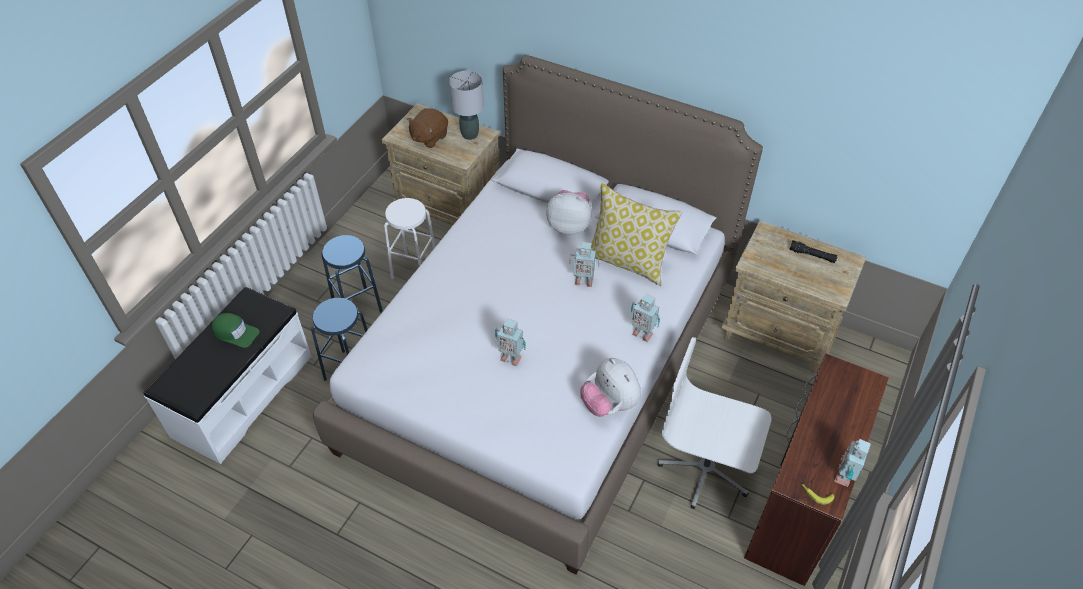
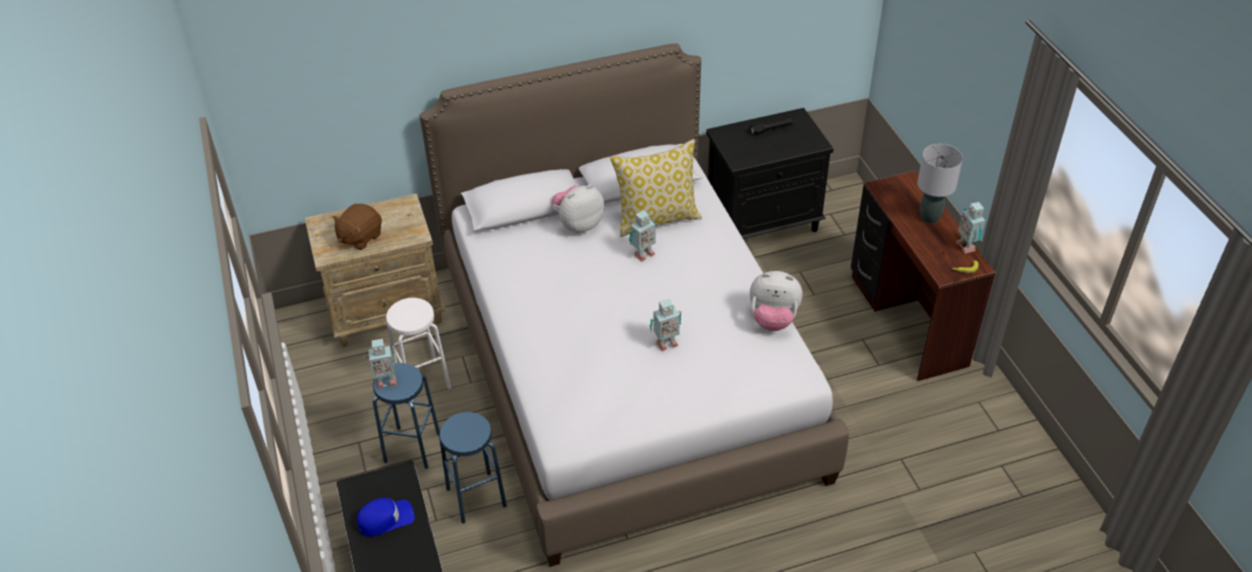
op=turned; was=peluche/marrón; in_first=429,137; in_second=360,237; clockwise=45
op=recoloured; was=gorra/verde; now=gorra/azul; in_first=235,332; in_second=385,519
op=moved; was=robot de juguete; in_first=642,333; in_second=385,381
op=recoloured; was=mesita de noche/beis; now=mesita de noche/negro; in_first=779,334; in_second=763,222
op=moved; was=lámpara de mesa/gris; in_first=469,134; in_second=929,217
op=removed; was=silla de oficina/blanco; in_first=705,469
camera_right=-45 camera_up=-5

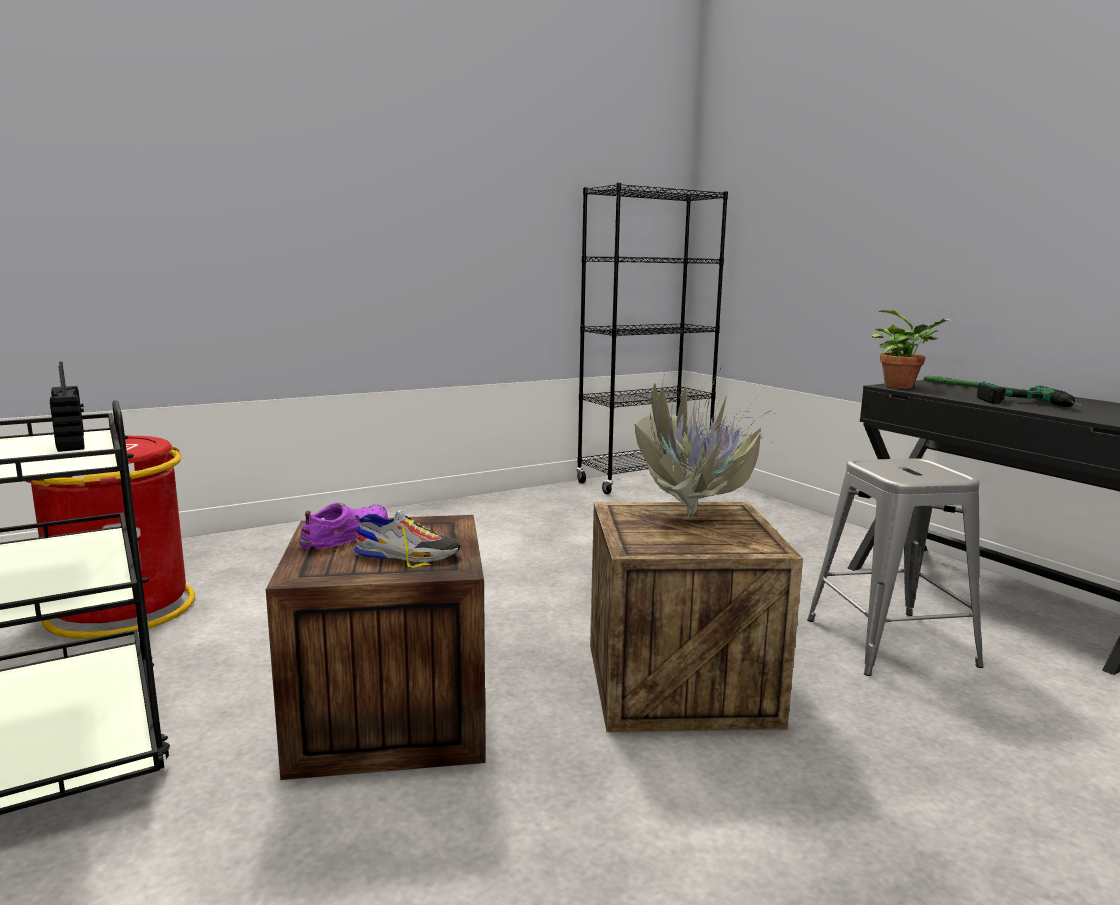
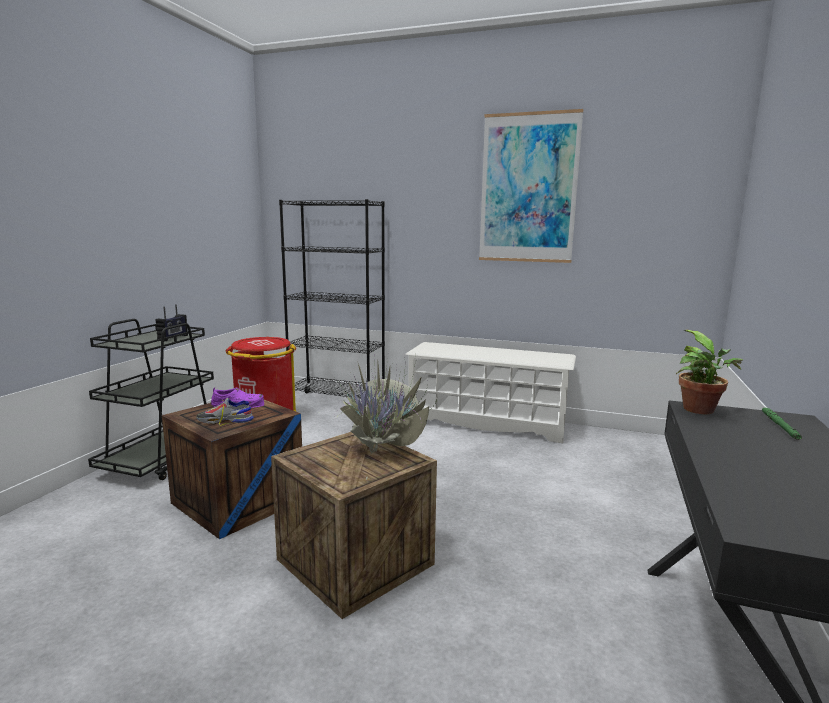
op=turned; was=zapato; in_first=407,555; in_second=225,420; clockwise=120
op=moved; was=estantería/negro; in_first=644,480; in_second=337,402
op=added; now=zapatero/blanco; in_second=487,423
op=added; now=cuadro; in_second=528,189
op=removed; was=taburete/gris; in_first=890,642
op=removed; was=taladro; in_first=1029,405
camera_right=50 camera_up=0

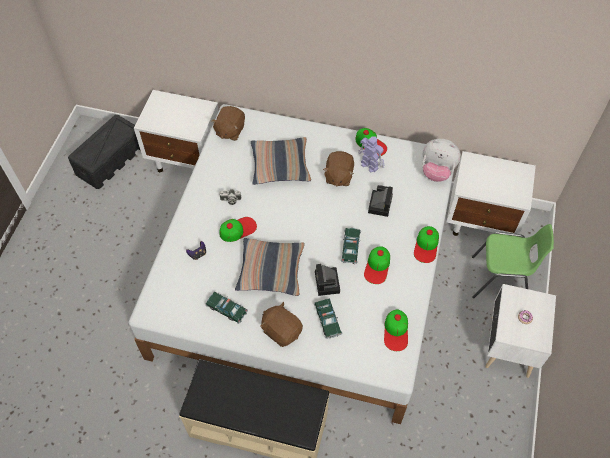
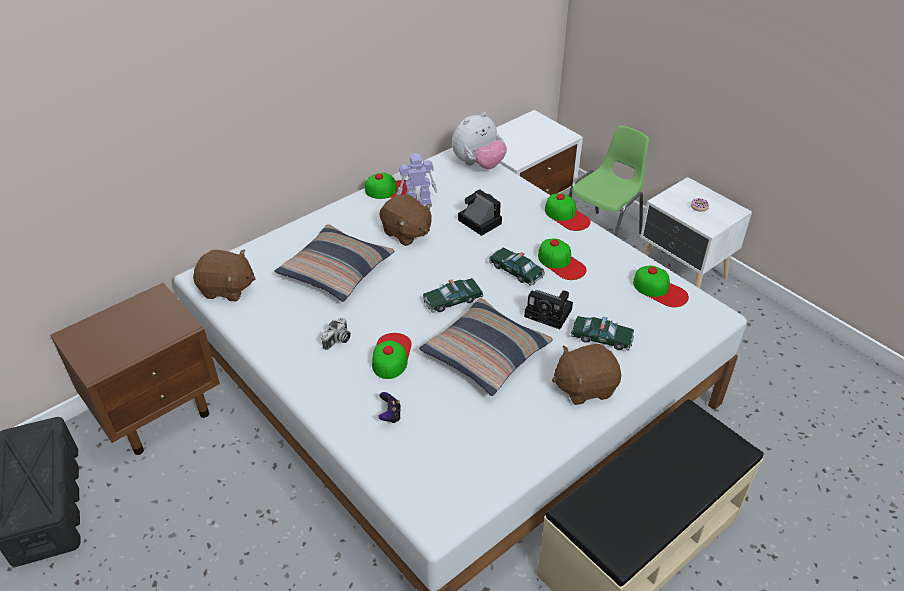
op=recoloured; was=mesita de noche/blanco; now=mesita de noche/marrón; in_first=187,159; in_second=159,411
op=turned; was=peluche/marrón; in_first=230,130; in_second=227,289; clockwise=-45
op=moved; was=coche de juguete; in_first=226,309; in_second=452,300
camera_right=-55 camera_up=-15

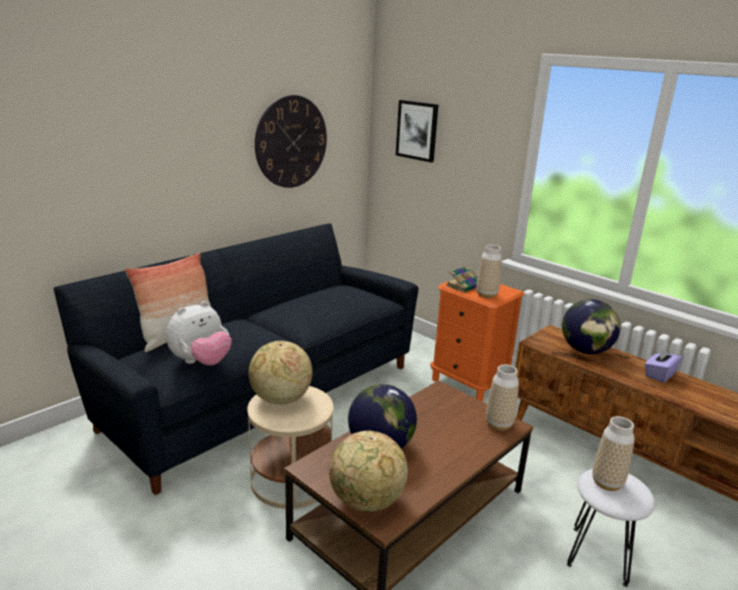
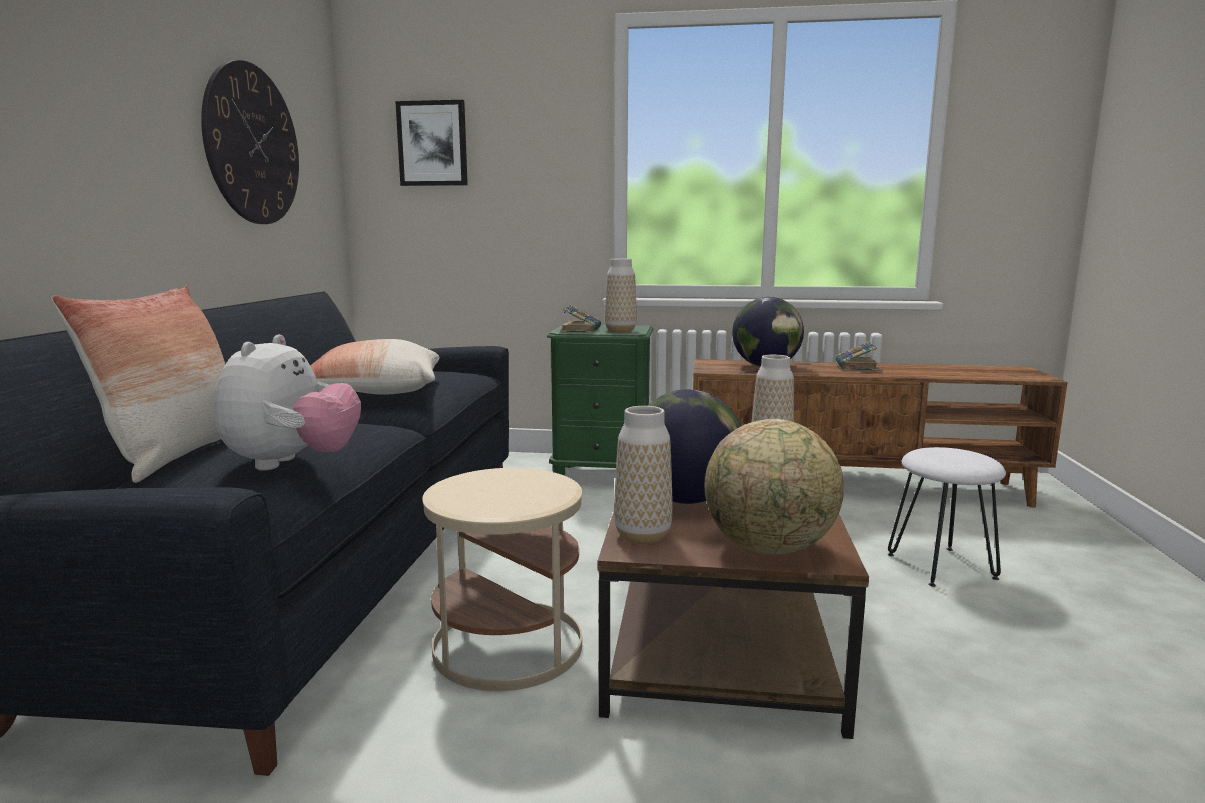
op=added; now=cojín; in_second=374,392
op=recoloured; was=mesita de noche/naranja; now=mesita de noche/verde; in_first=468,383; in_second=602,476
op=moved; was=florero; in_first=607,483; in_second=642,536
op=replaced; was=caja de pañuelos/morado; now=libro; in_first=659,375; in_second=856,367
op=removed; was=globo terráqueo; in_first=280,399
camera_right=-35 camera_up=-10

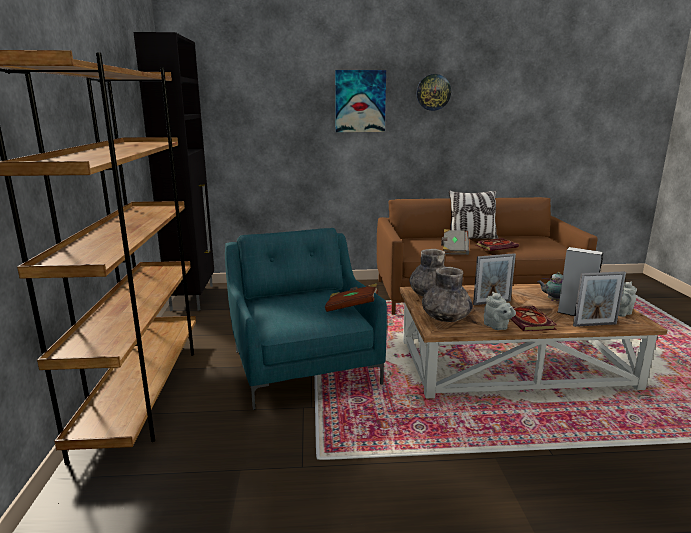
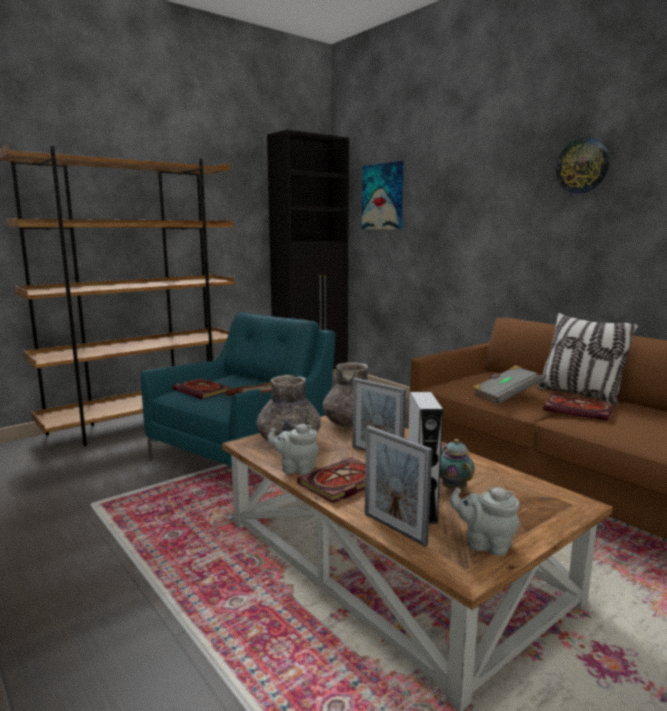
op=added; now=libro; in_second=202,391
op=turned; was=tetera/gris; in_first=497,327; in_second=296,469; clockwise=75
op=moved; was=cuadro; in_first=360,101; in_second=383,196
camera_right=55 camera_up=-5

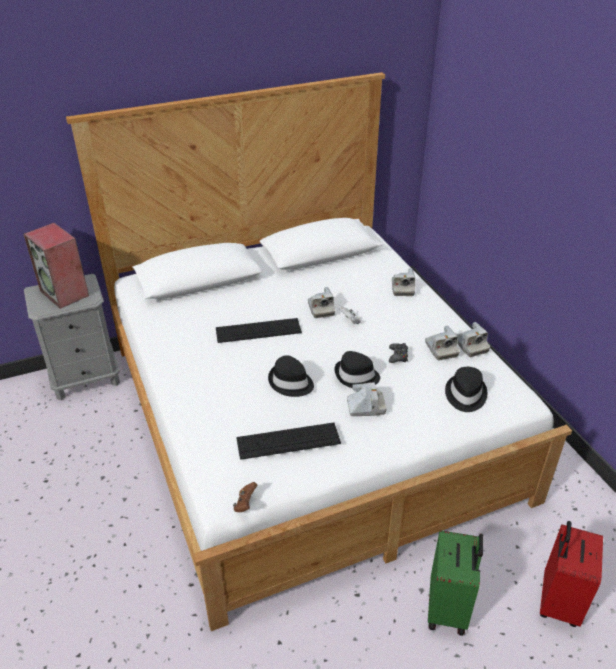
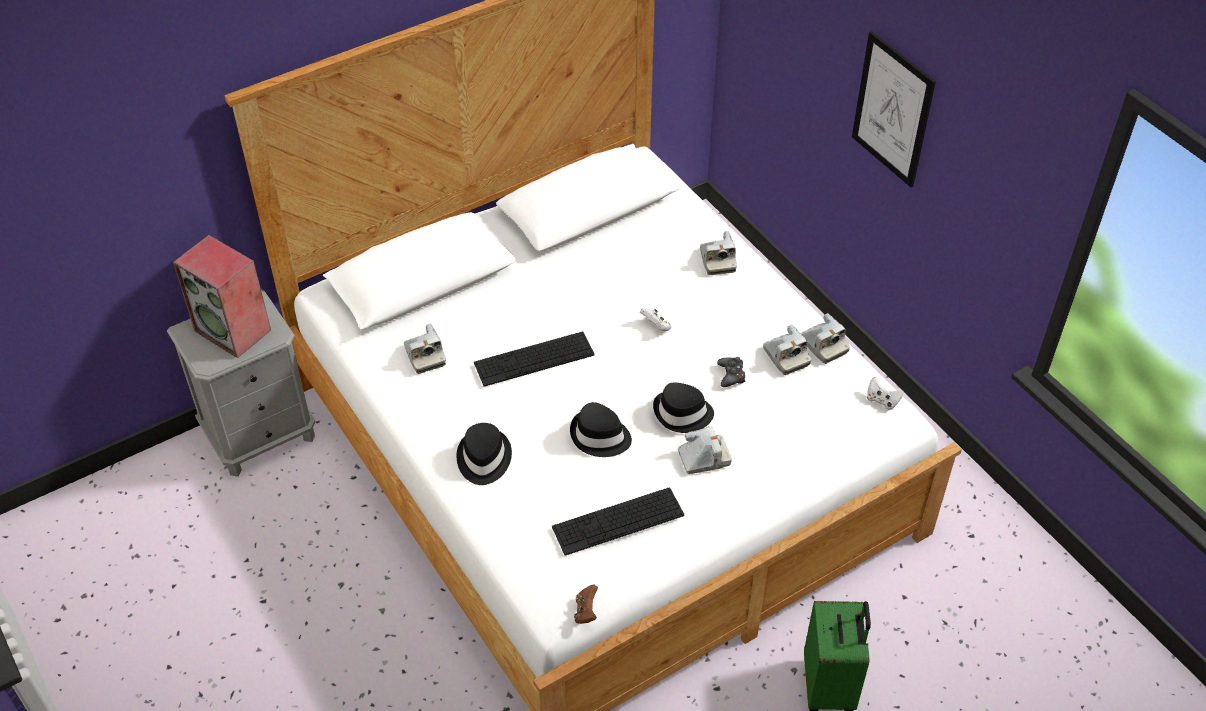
op=moved; was=cámara; in_first=321,309; in_second=425,356
op=moved; was=sombrero/negro; in_first=465,395; in_second=483,459
op=added; now=cuadro; in_second=892,110
op=added; now=mando de consola/blanco; in_second=882,401
op=removed; was=maleta/rojo; in_first=557,601
camera_right=-10 camera_up=10

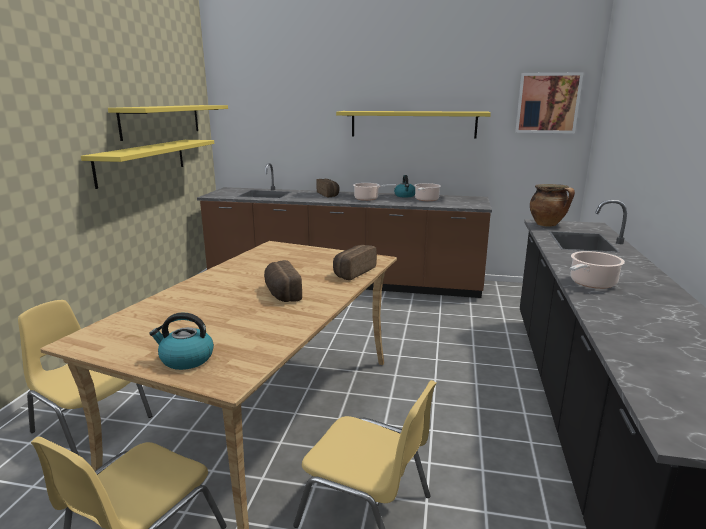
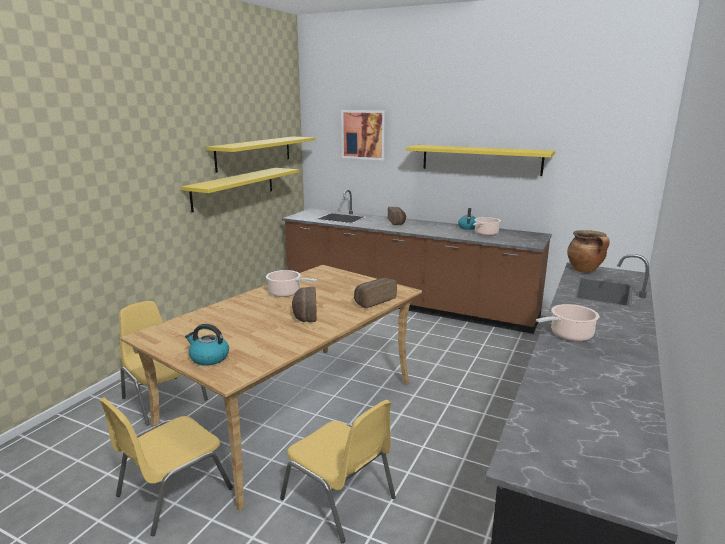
op=moved; was=olla; in_first=368,199; in_second=286,293
op=moved; was=cuadro; in_first=547,103; in_second=363,134
camera_right=15 camera_up=0

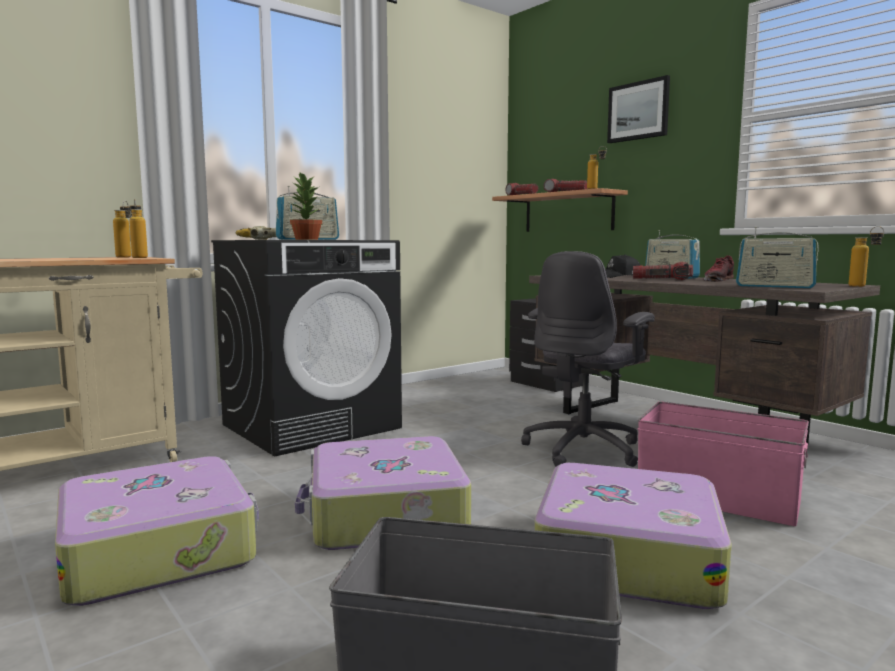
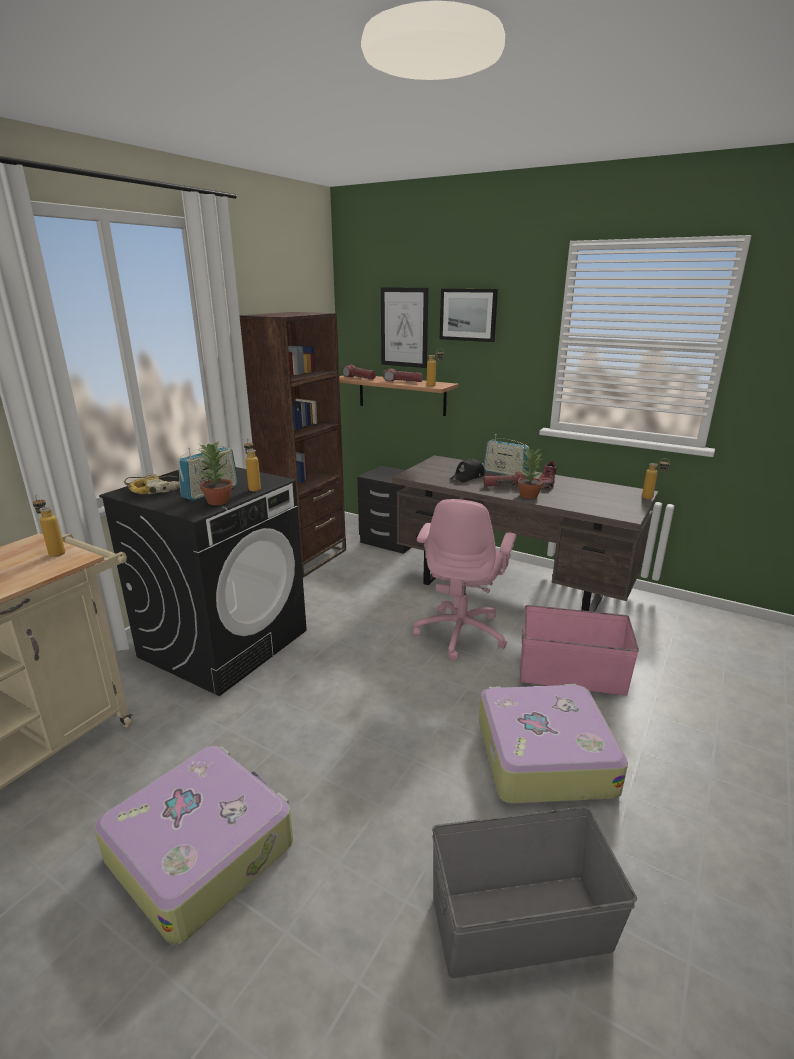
op=added; now=estantería/marrón; in_second=305,558
op=moved; was=botella; in_first=126,257; in_second=253,488
op=added; now=cuadro; in_second=404,327
op=recoloured; was=silla de oficina/gris; now=silla de oficina/rosa; in_first=584,449; in_second=461,632
op=added; now=planta en maceta; in_second=528,495
op=removed; was=maleta; in_first=384,514
op=removed; was=radio; in_first=774,286
camera_right=-20 camera_up=15

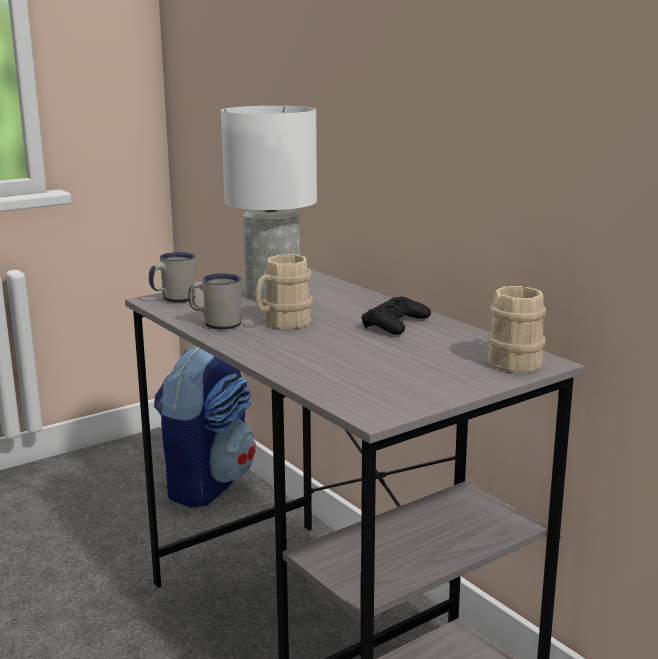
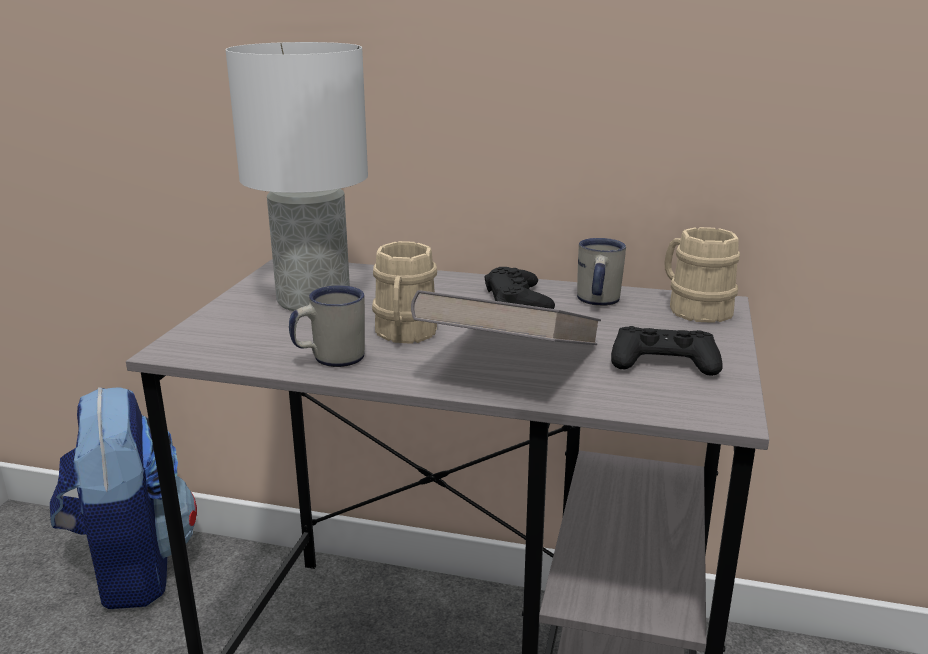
op=added; now=libro/gris; in_second=510,363
op=moved; was=taza grande/blanco; in_first=173,299; in_second=597,302
op=added; now=mando de consola/negro; in_second=664,362
camera_right=-40 camera_up=5

